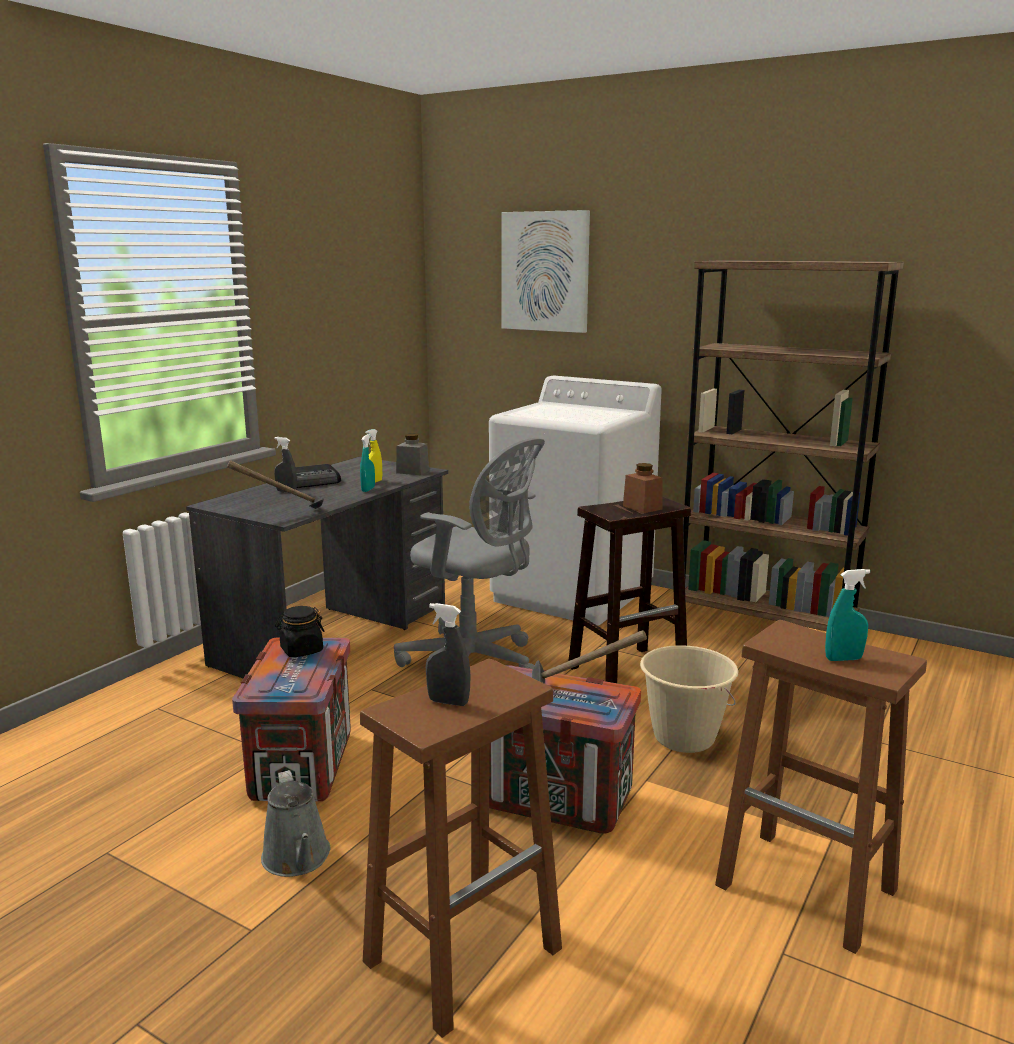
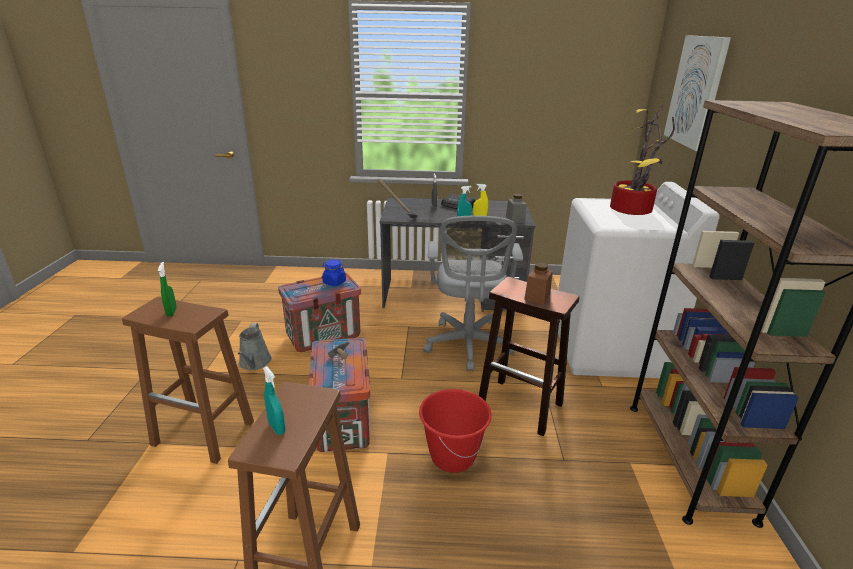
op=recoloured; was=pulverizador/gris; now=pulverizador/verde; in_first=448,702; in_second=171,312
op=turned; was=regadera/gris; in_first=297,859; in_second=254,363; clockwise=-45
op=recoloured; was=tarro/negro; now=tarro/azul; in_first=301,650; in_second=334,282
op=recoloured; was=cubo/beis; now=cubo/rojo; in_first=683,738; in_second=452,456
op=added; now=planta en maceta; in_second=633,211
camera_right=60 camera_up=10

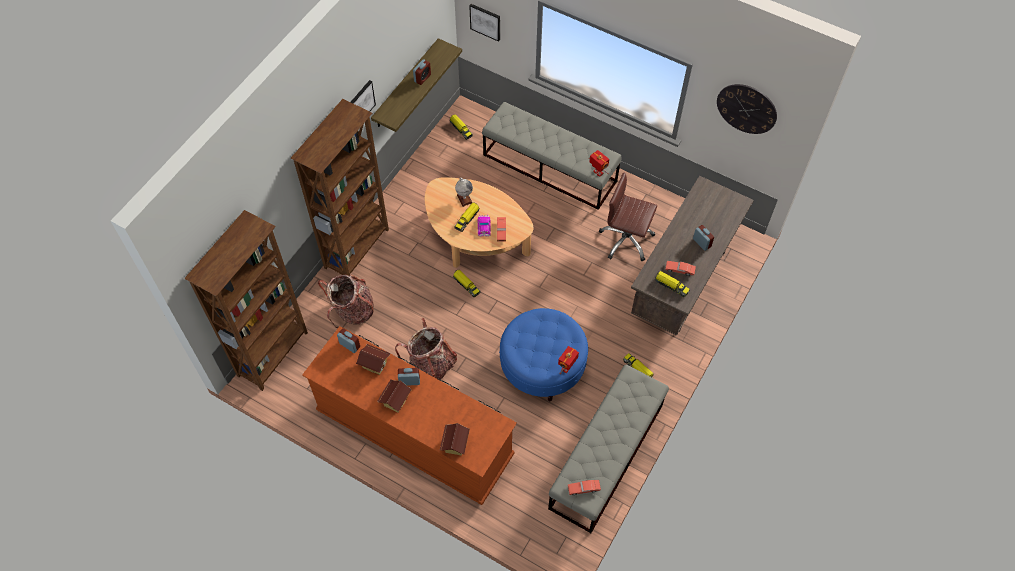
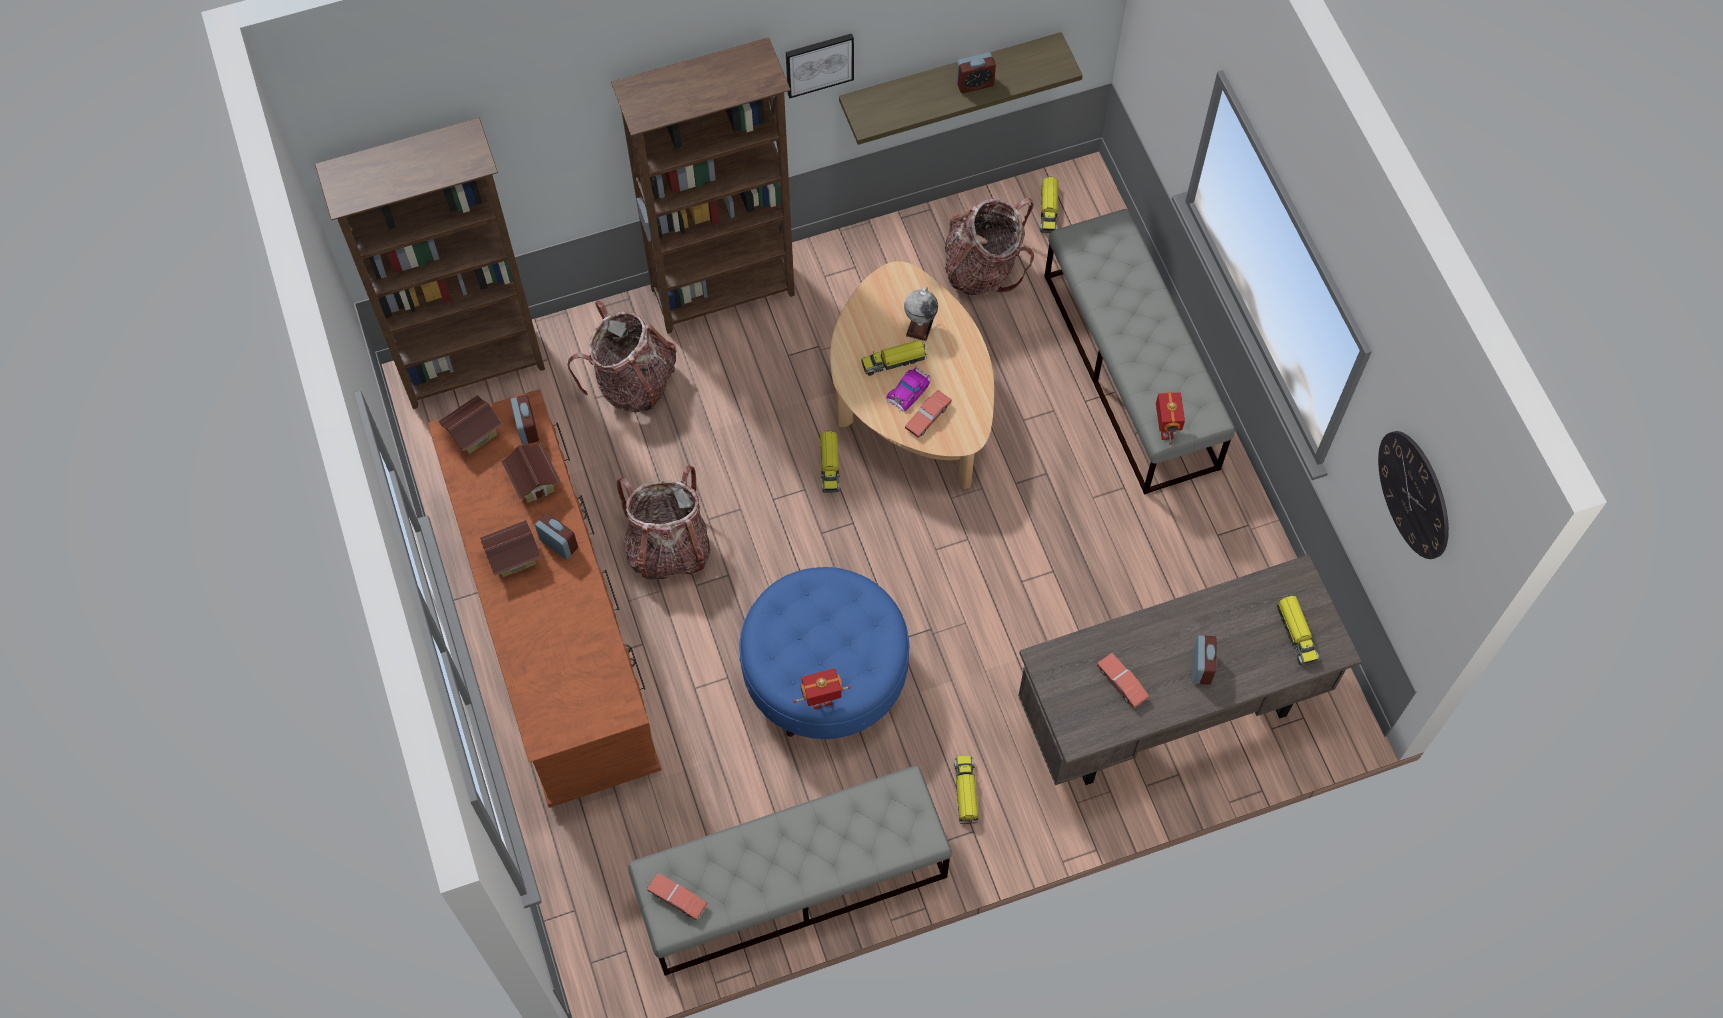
op=moved; was=casita; in_first=455,444; in_second=474,434
op=added; now=mochila; in_second=983,268
op=moved; was=camión de juguete; in_first=671,285; in_second=1296,632
op=removed; was=cuadro; in_first=485,21
op=removed; was=silla de oficina/marrón; in_first=626,240
camera_right=40 camera_up=5

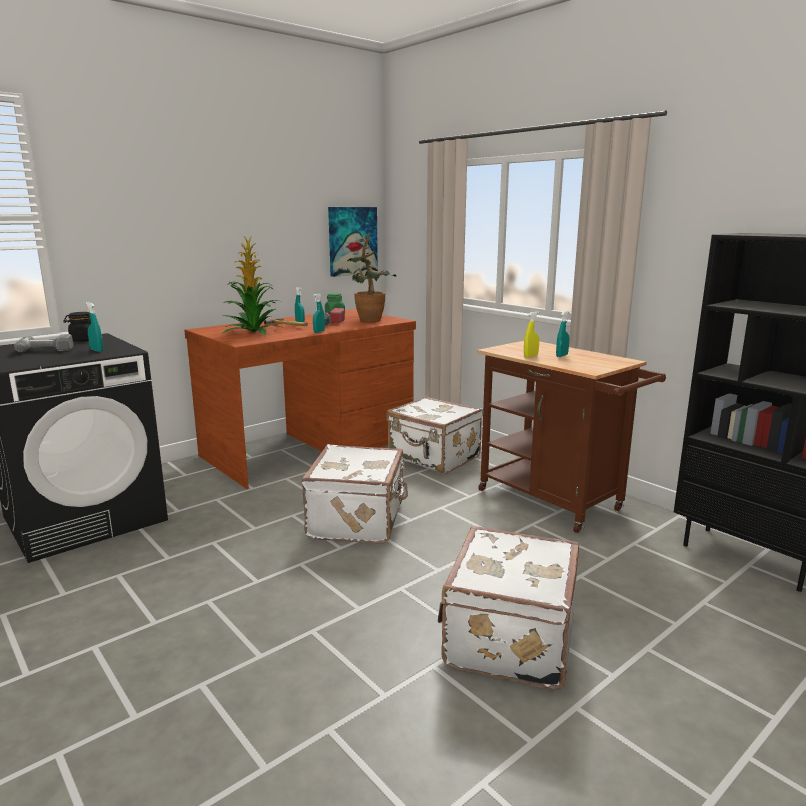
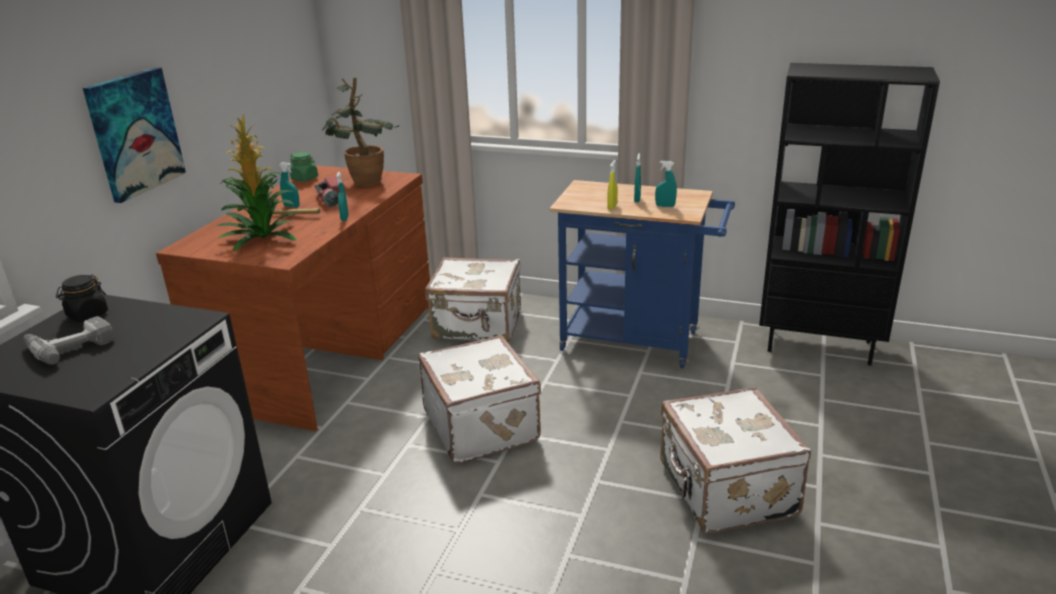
op=moved; was=cuadro; in_first=352,241; in_second=135,133
op=recoloured; was=carrito/marrón; now=carrito/azul; in_first=556,503; in_second=638,342
op=moved; was=pulverizador/turquesa; in_first=97,350; in_second=665,206
camera_right=-30 camera_up=10

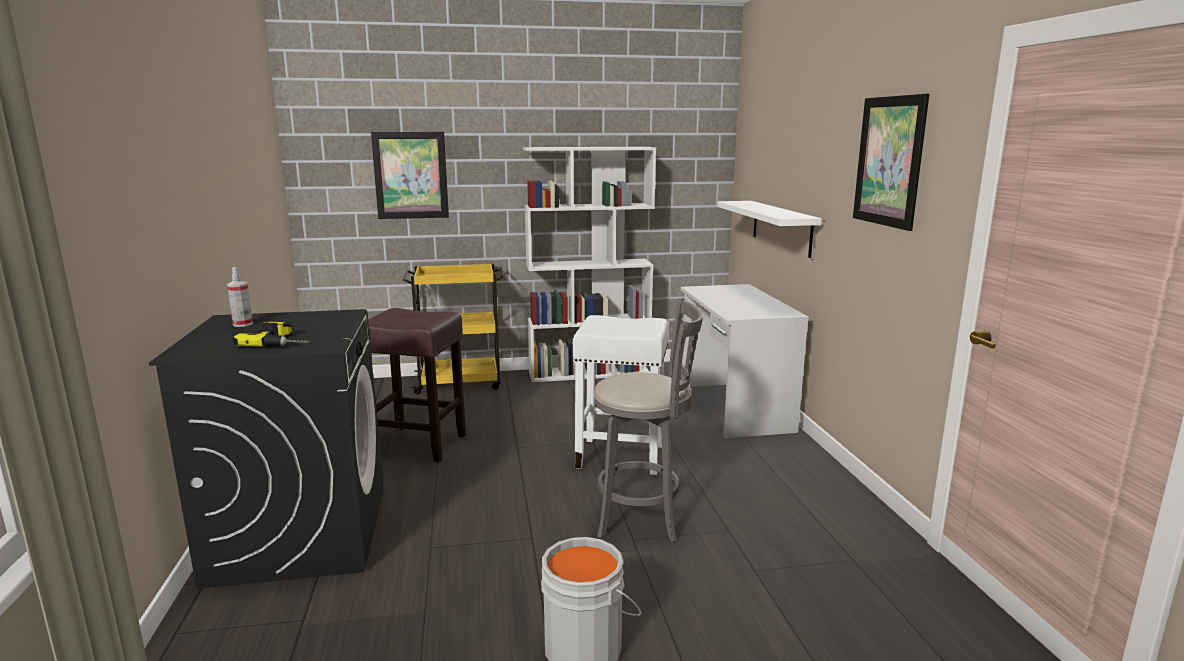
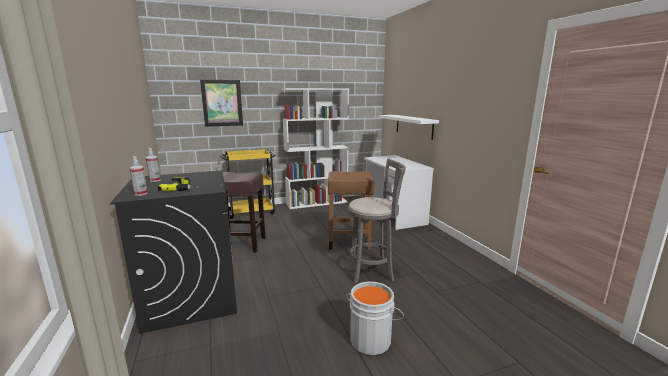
op=added; now=pulverizador; in_second=140,194
op=recoloured; was=taburete/blanco; now=taburete/marrón; in_first=622,456; in_second=350,242
op=removed; was=cuadro; in_first=889,161
camera_right=-10 camera_up=0

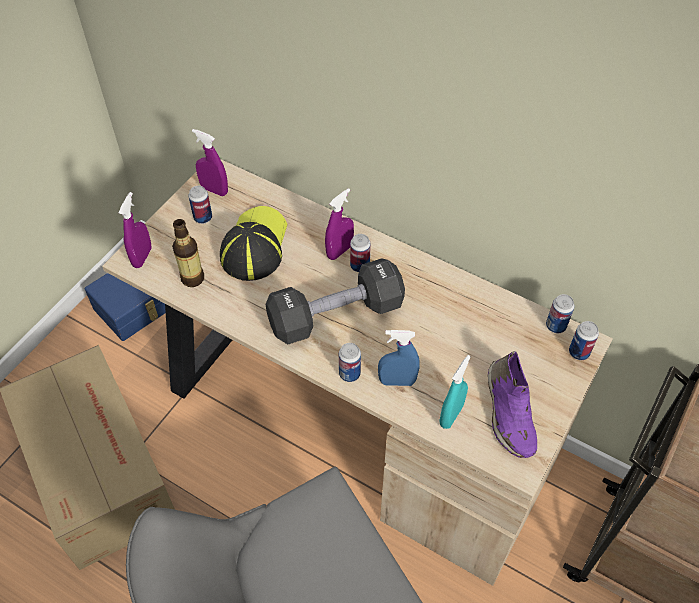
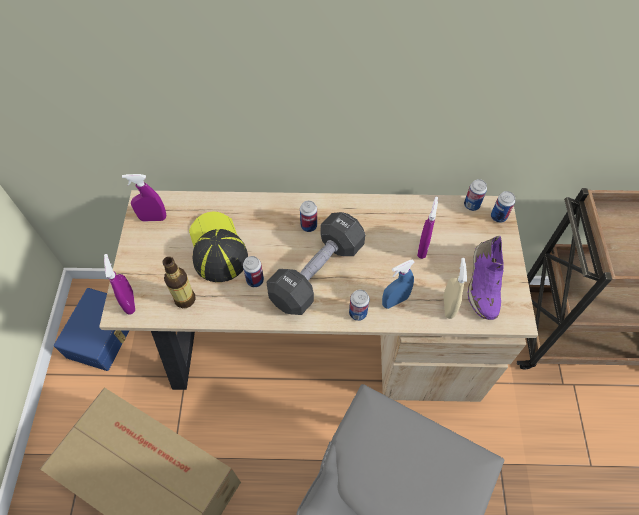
op=moved; was=lata; in_first=203,217; in_second=255,280
op=moved; was=pulverizador/morado; in_first=339,251; in_second=422,248
op=recoloured; was=pulverizador/turquesa; now=pulverizador/beis; in_first=451,415; in_second=448,306
op=turned; was=zapato/morado; in_first=509,412; in_second=483,283; clockwise=45
camera_right=-30 camera_up=5

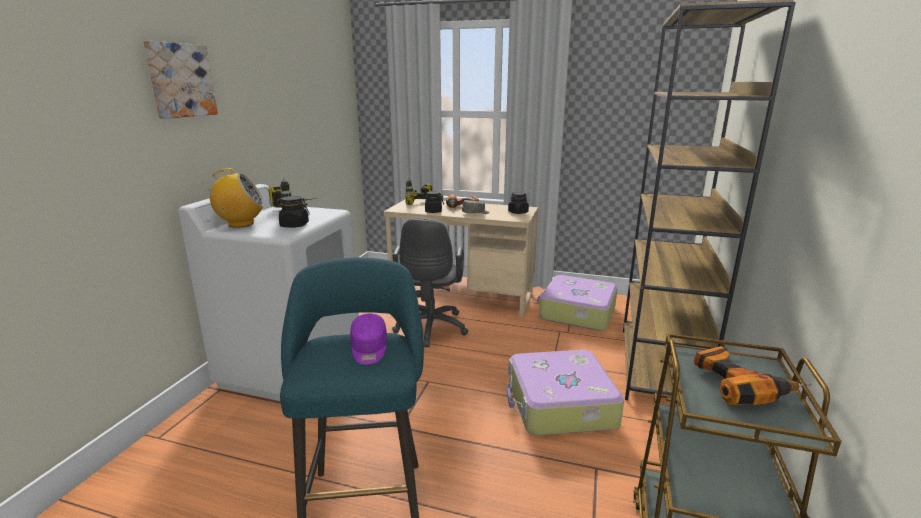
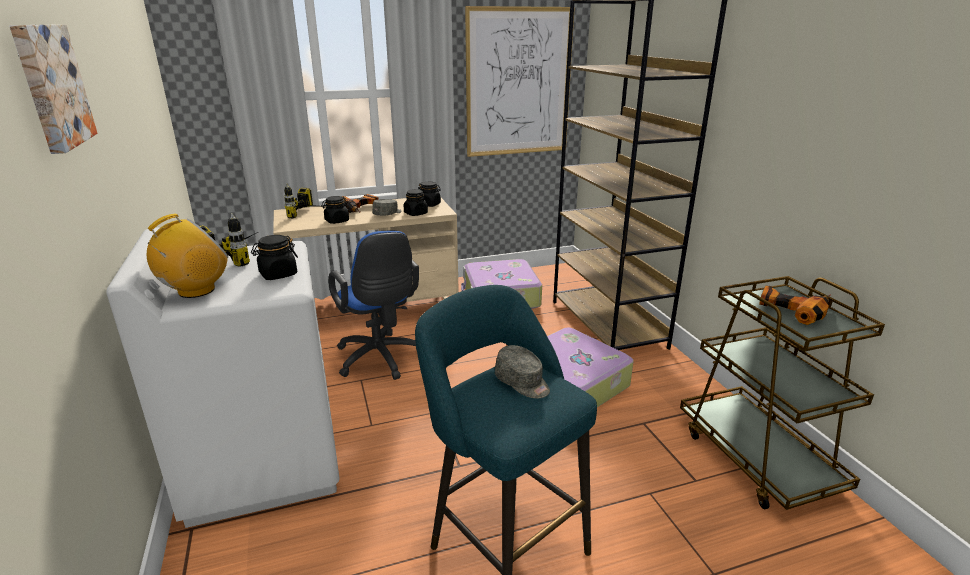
op=recoloured; was=silla de oficina/gris; now=silla de oficina/azul; in_first=430,330; in_second=380,360
op=added; now=tarro/negro; in_second=415,213
op=added; now=cuadro; in_second=518,83
op=recoloured; was=gorra/morado; now=gorra/gris; in_first=369,349; in_second=522,383
camera_right=-35 camera_up=5

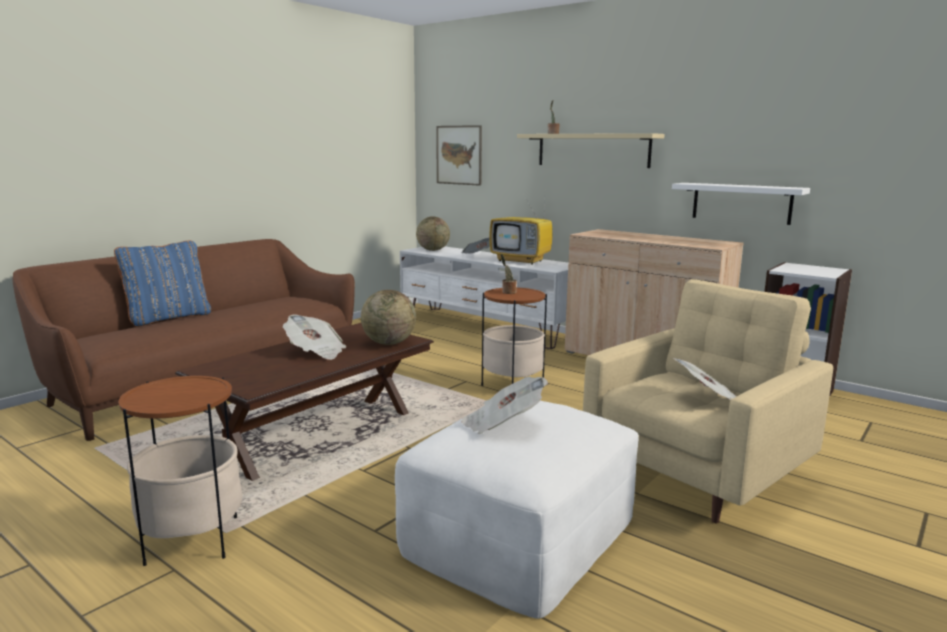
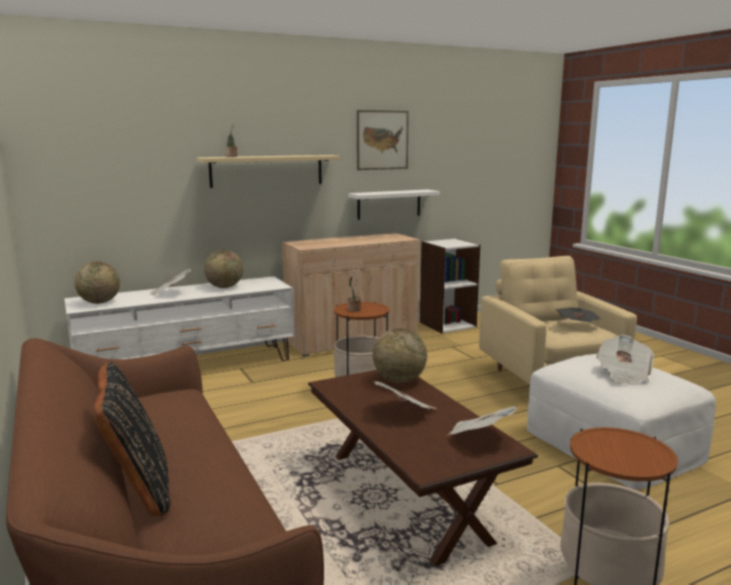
op=recoloured; was=cojín/azul; now=cojín/negro; in_first=168,318; in_second=138,489
op=replaced; was=televisor; now=globo terráqueo; in_first=521,261; in_second=224,287
op=moved; was=cuadro; in_first=459,155; in_second=382,140
op=added; now=periódico; in_second=479,437
camera_right=-65 camera_up=0

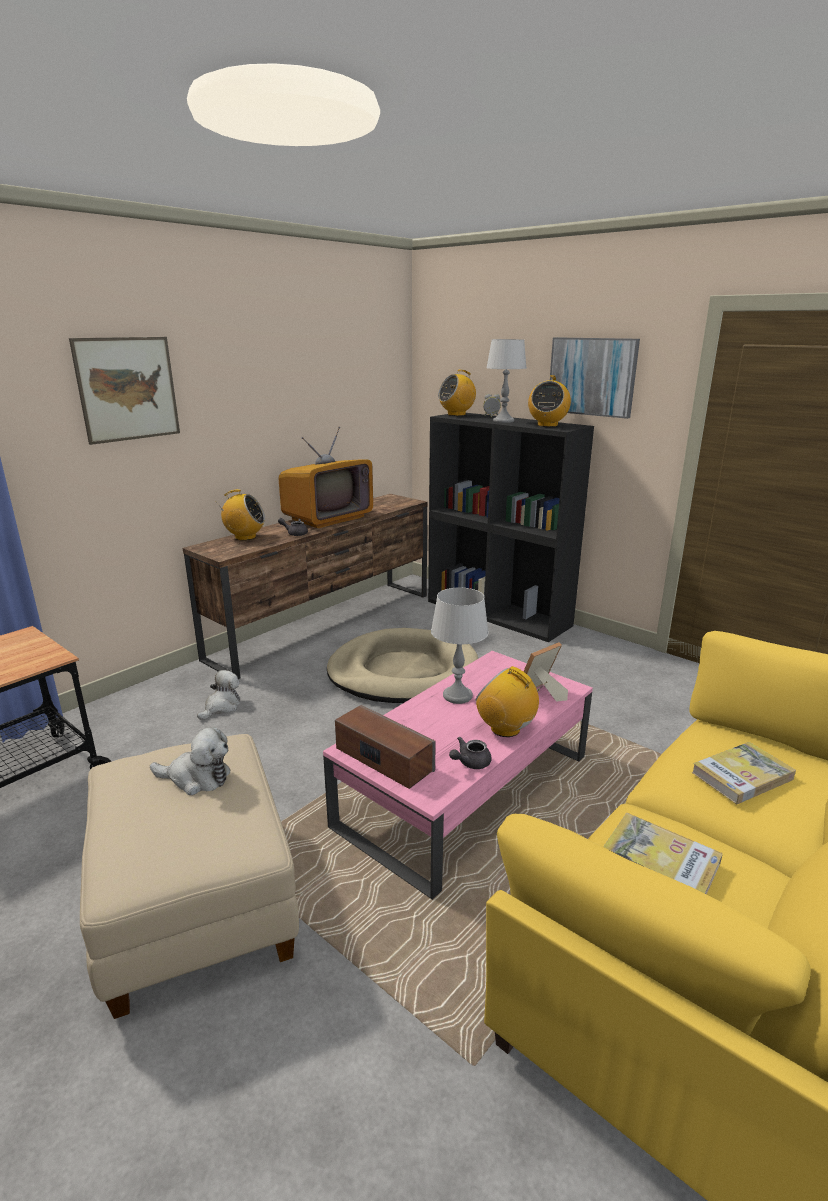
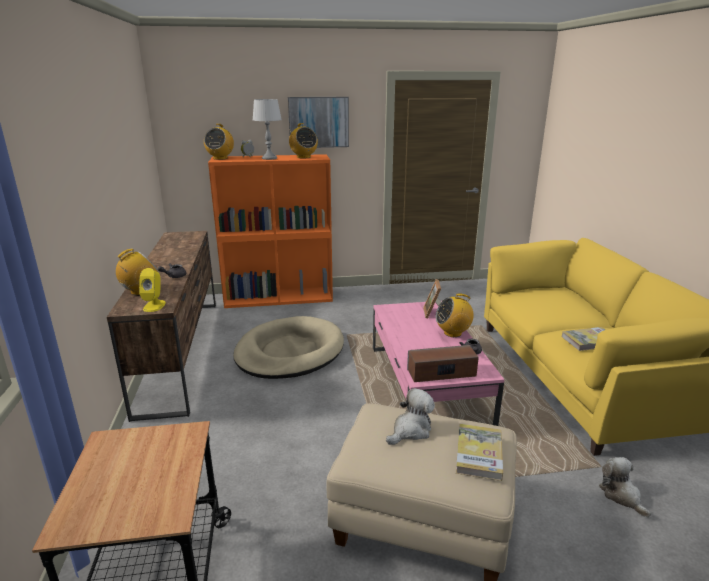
op=added; now=altavoz/amarillo; in_second=154,306
op=recoloured; was=estantería/negro; now=estantería/naranja; in_first=499,613; in_second=279,297
op=moved; was=libro; in_first=742,776; in_second=479,454
op=moved; was=peluche; in_first=221,707; in_second=621,496
op=removed; was=cuadro; in_first=128,389
op=removed; was=televisor; in_first=328,518
op=removed; was=lámpara de mesa/gris; in_first=458,696
camera_right=-50 camera_up=0

